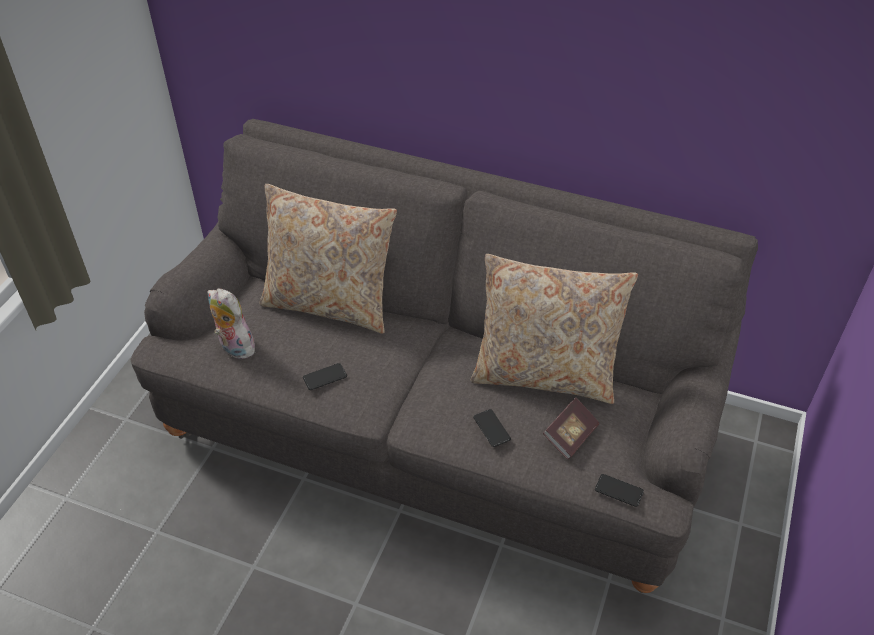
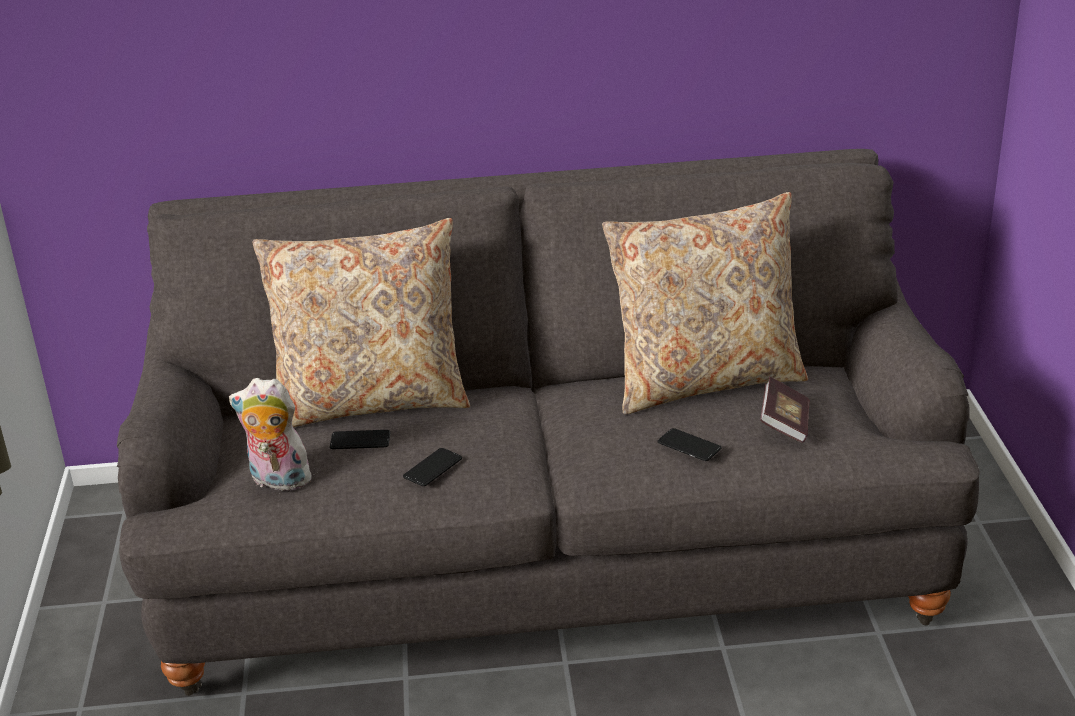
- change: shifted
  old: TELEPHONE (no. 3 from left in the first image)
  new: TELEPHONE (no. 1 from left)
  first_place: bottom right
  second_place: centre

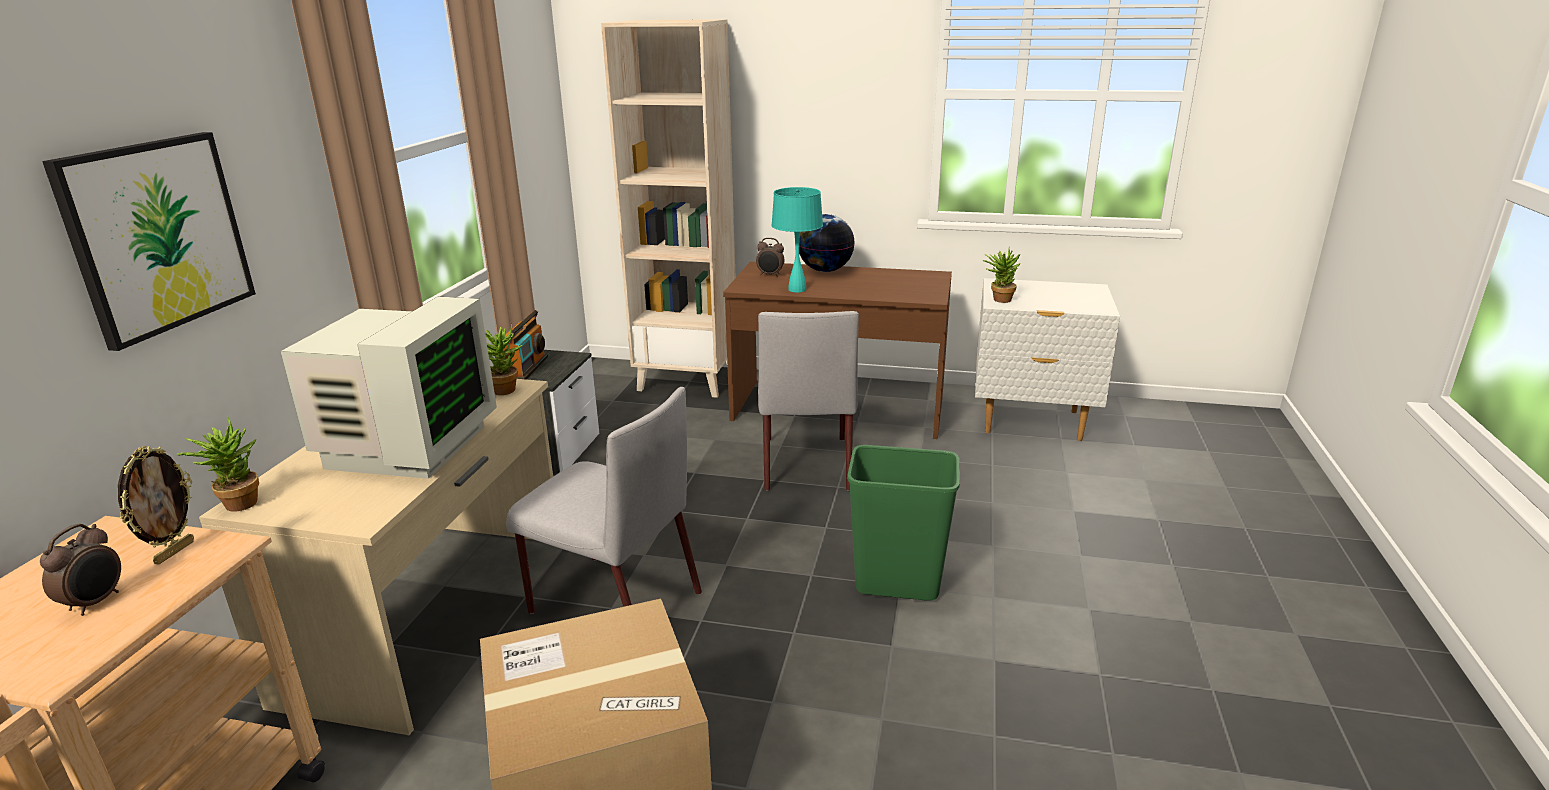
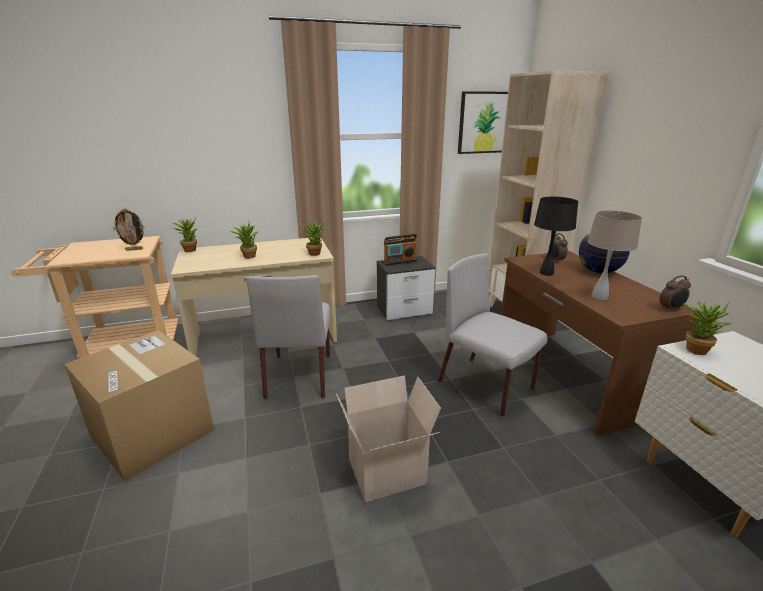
- change: shifted
  old: WALL PICTURE
  first_place: top left
  second_place: top centre
- change: repainted
  old: TURQUOISE-COLOURED TABLE LAMP
  new: BLACK TABLE LAMP
  first_place: top centre
  second_place: middle right
- change: swapped
  old: COMPUTER SCREEN
  new: PLANT IN A POT (no. 2 from left)
  first_place: middle left
  second_place: middle left
- change: rotated
  old: GREY CHAIR (no. 2 from left)
  first_place: centre
  second_place: centre
  degrees: 75
- change: swapped
  old: GREEN-COLOURED WASTE BIN
  new: CARTON (no. 2 from left)
  first_place: centre
  second_place: bottom centre
- change: shifted
  old: TABLE CLOCK (no. 1 from left in the first image)
  new: TABLE CLOCK (no. 2 from left)
  first_place: bottom left
  second_place: middle right
- change: new
  new: SAND-COLOURED TABLE LAMP
  second_place: middle right

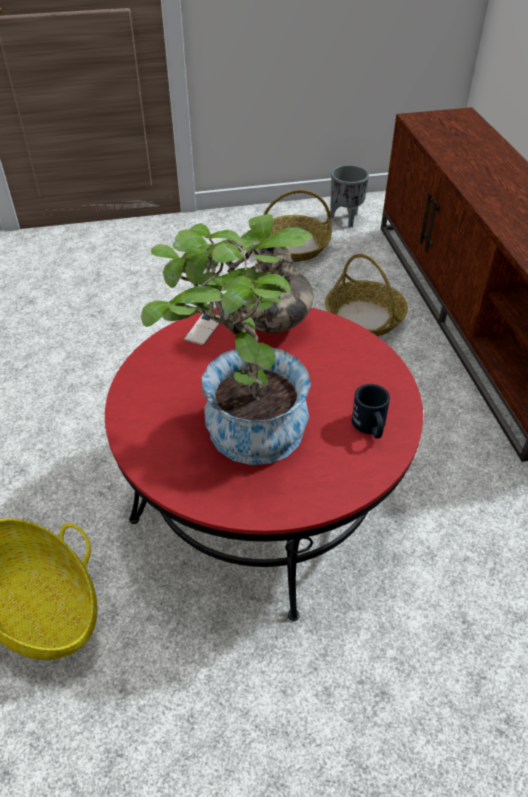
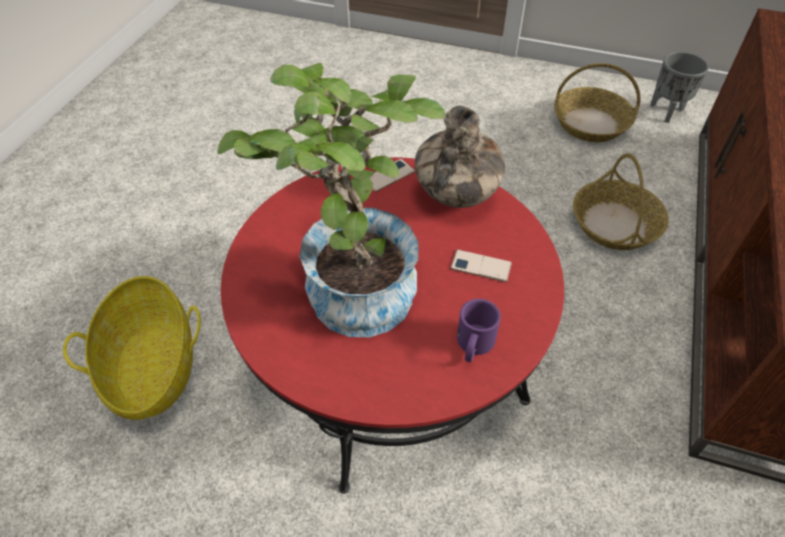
- change: repainted
  old: BLACK TEA MUG
  new: PURPLE TEA MUG
  first_place: middle right
  second_place: centre
- change: new
  new: TELEPHONE (no. 2 from left)
  second_place: centre

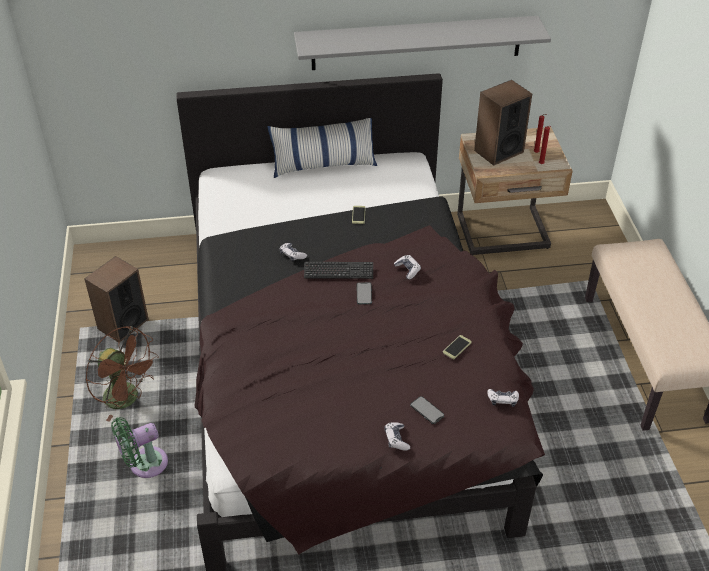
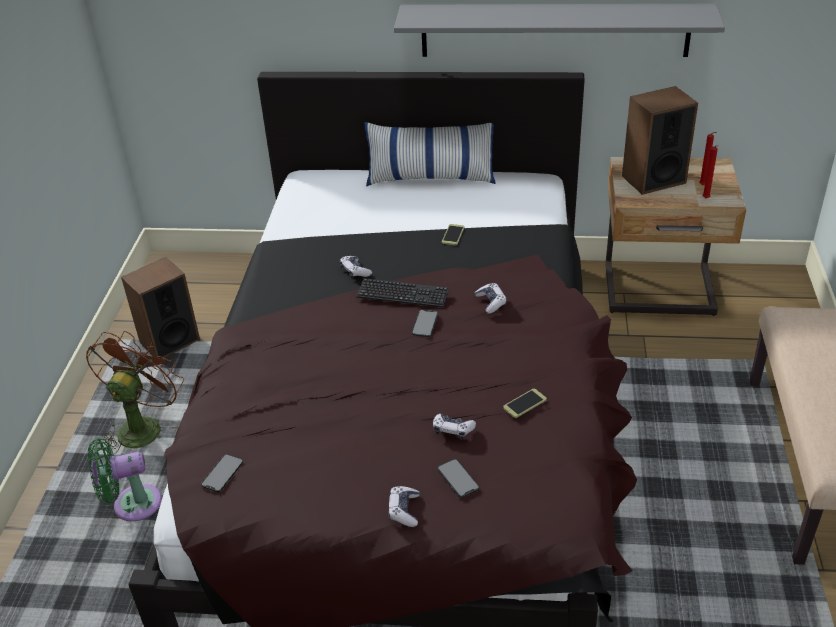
- change: rotated
  old: BROWN-COLOURED ELECTRIC FAN
  first_place: middle left
  second_place: middle left
  degrees: -120
- change: shifted
  old: GAME CONTROLLER (no. 4 from left in the first image)
  new: GAME CONTROLLER (no. 3 from left)
  first_place: bottom right
  second_place: bottom centre
- change: new
  new: TELEPHONE (no. 1 from left)
  second_place: bottom left

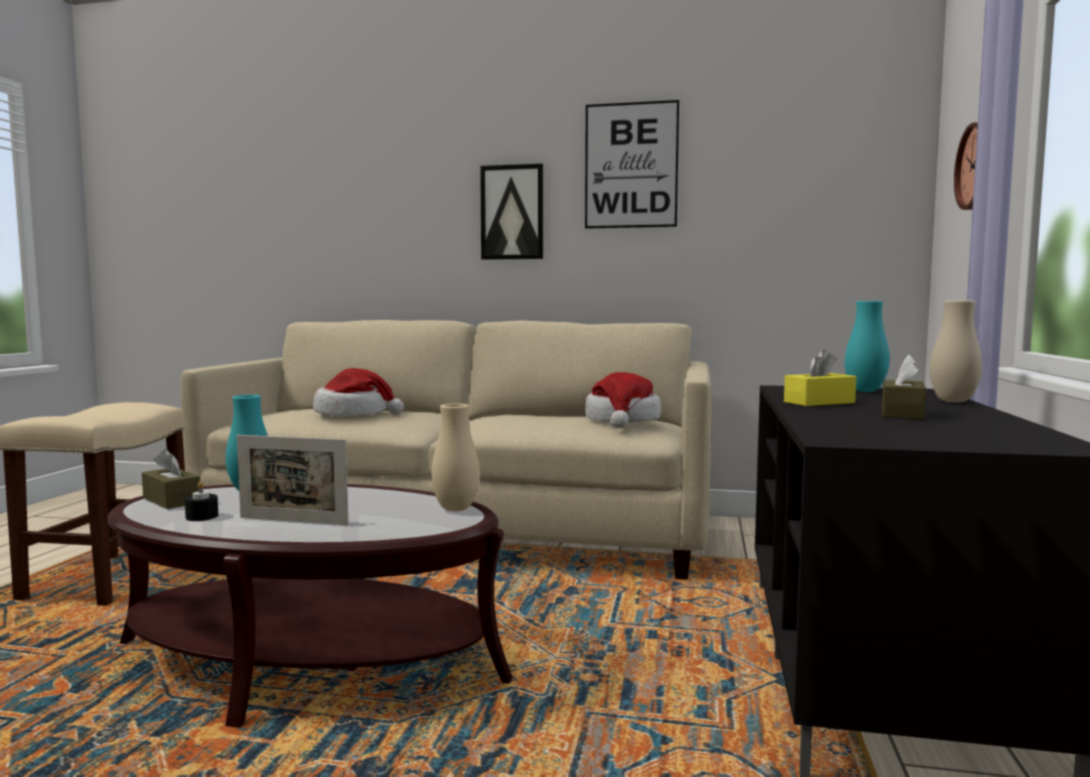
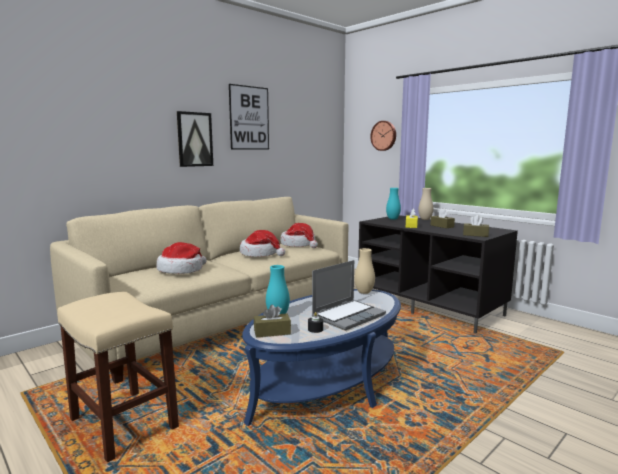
- change: swapped
  old: STANDING FRAME
  new: NOTEBOOK COMPUTER
  first_place: middle left
  second_place: centre
- change: repainted
  old: BROWN-COLOURED LOUNGE TABLE
  new: BLUISH LOUNGE TABLE
  first_place: bottom left
  second_place: bottom centre
- change: new
  new: BROWN-COLOURED TISSUE HOLDER (no. 3 from left)
  second_place: middle right
- change: new
  new: CLOTHING HAT (no. 2 from left)
  second_place: centre

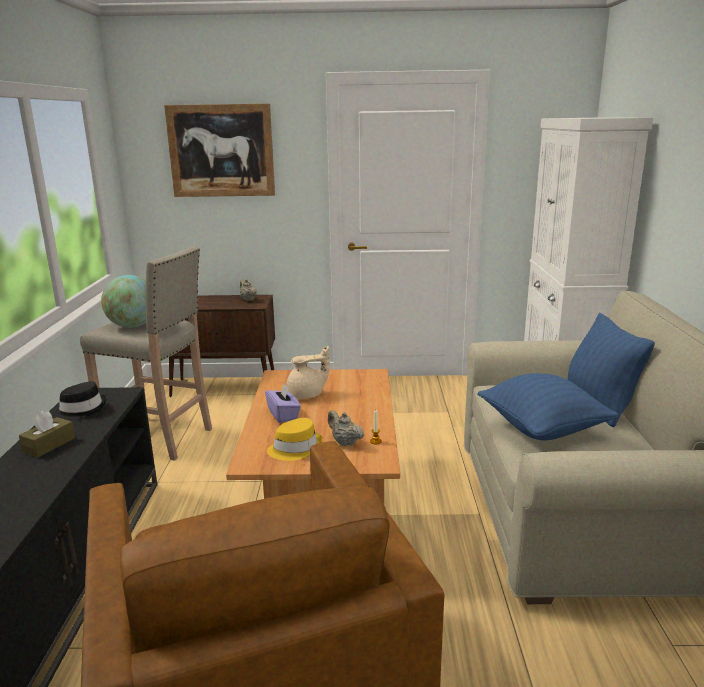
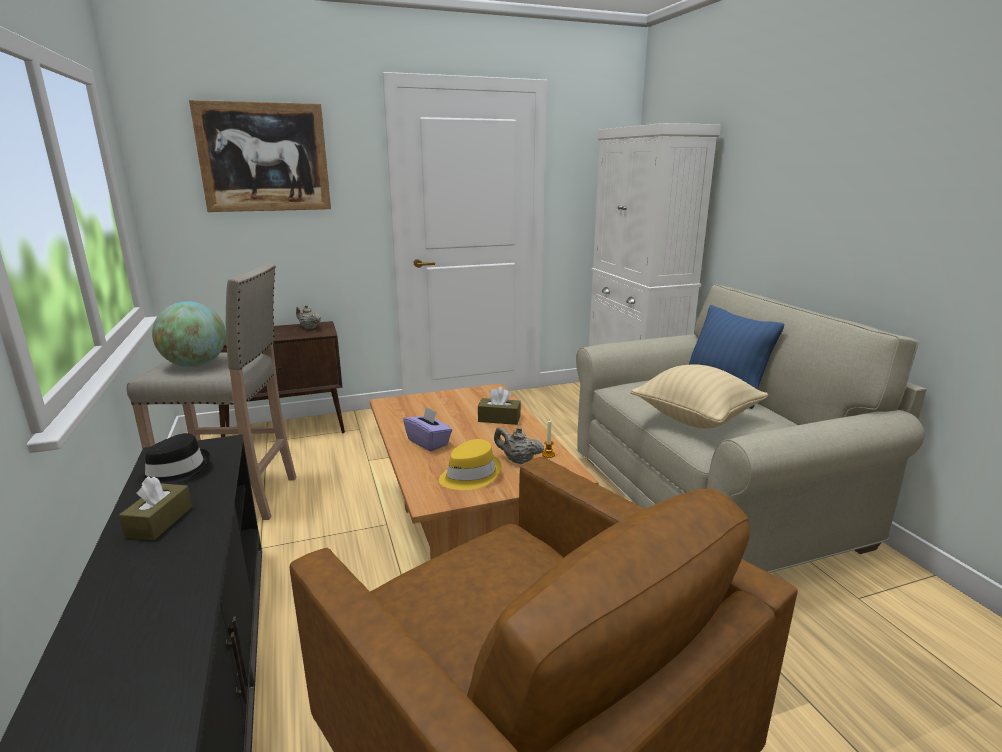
- change: gone
  old: SAND-COLOURED POT FOR TEA (no. 2 from left)
  first_place: centre
- change: repainted
  old: BLUISH PILLOW (no. 1 from left)
  new: SAND-COLOURED PILLOW
  first_place: middle right
  second_place: middle right
- change: new
  new: BROWN-COLOURED TISSUE HOLDER (no. 2 from left)
  second_place: centre

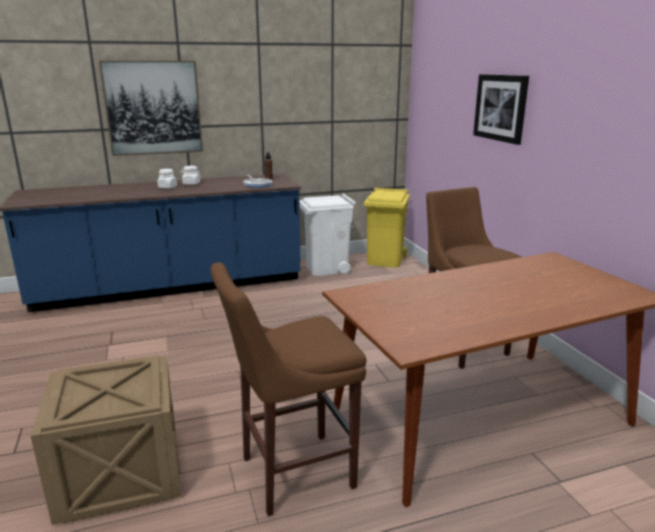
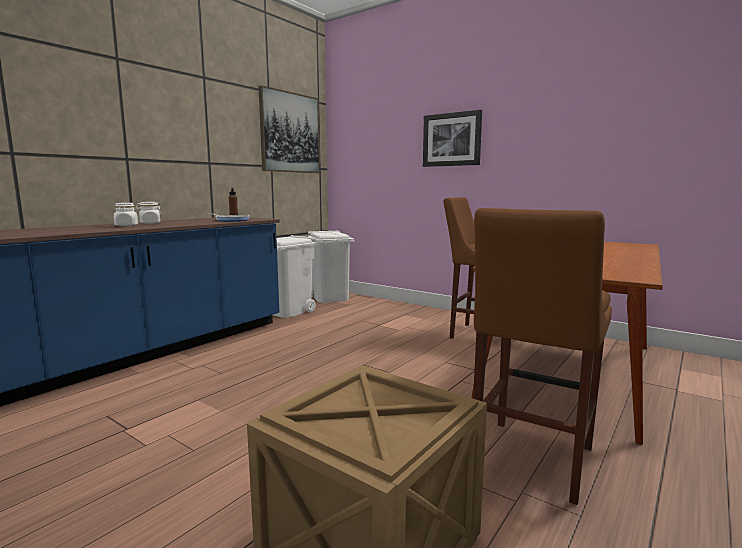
- change: shifted
  old: WALL PICTURE (no. 1 from left)
  first_place: top left
  second_place: top centre
- change: repainted
  old: YELLOWISH WASTE BIN
  new: WHITE-COLOURED WASTE BIN (no. 2 from left)
  first_place: centre
  second_place: centre

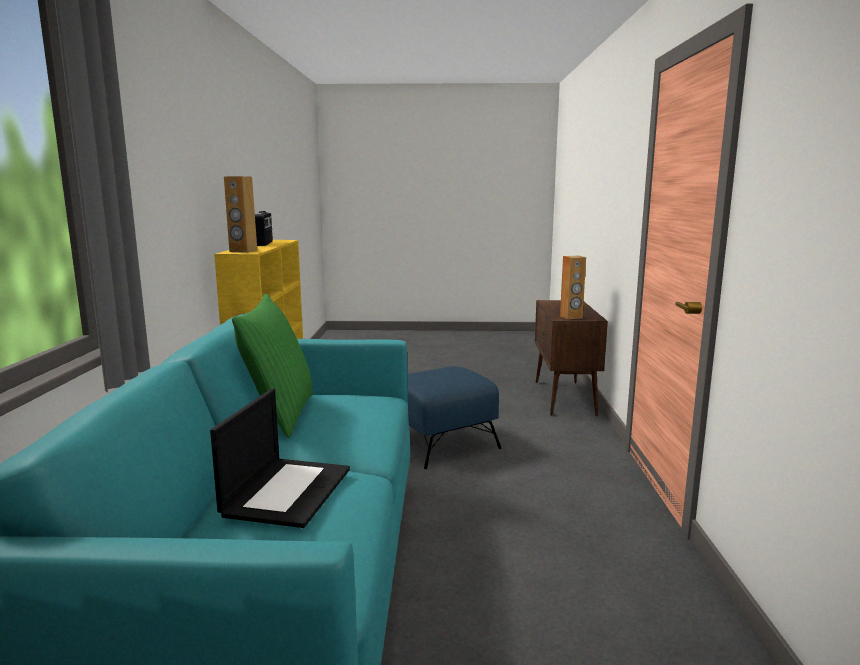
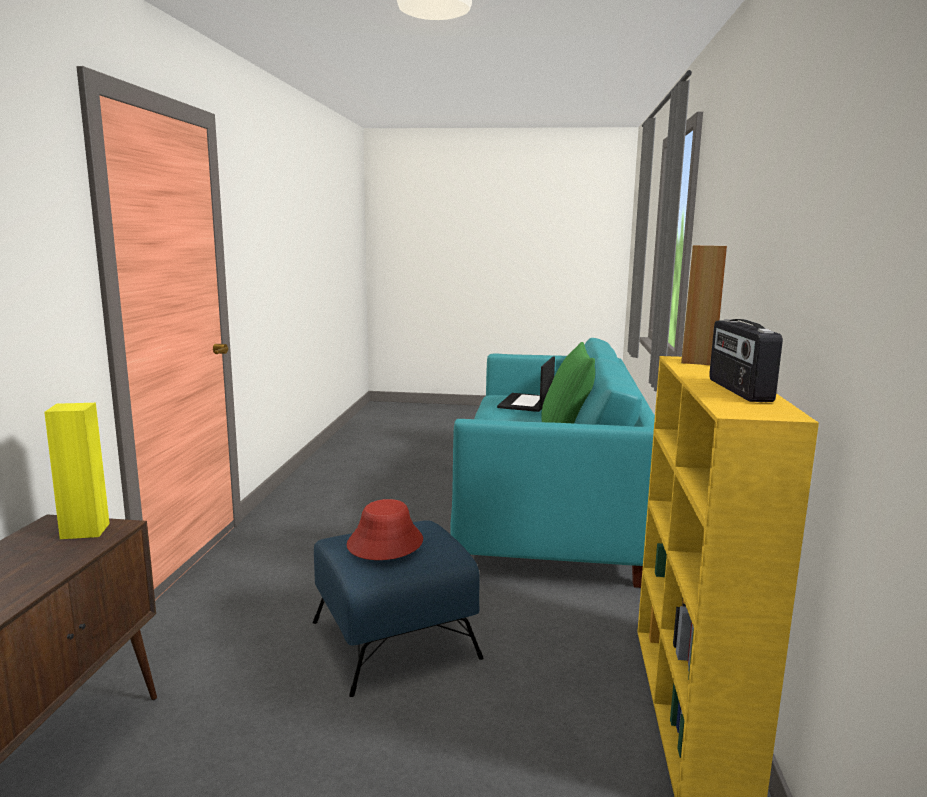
- change: repainted
  old: BROWN-COLOURED LOUDSPEAKER (no. 2 from left)
  new: YELLOWISH LOUDSPEAKER
  first_place: centre
  second_place: middle left
- change: new
  new: REDDISH CLOTHING HAT
  second_place: centre

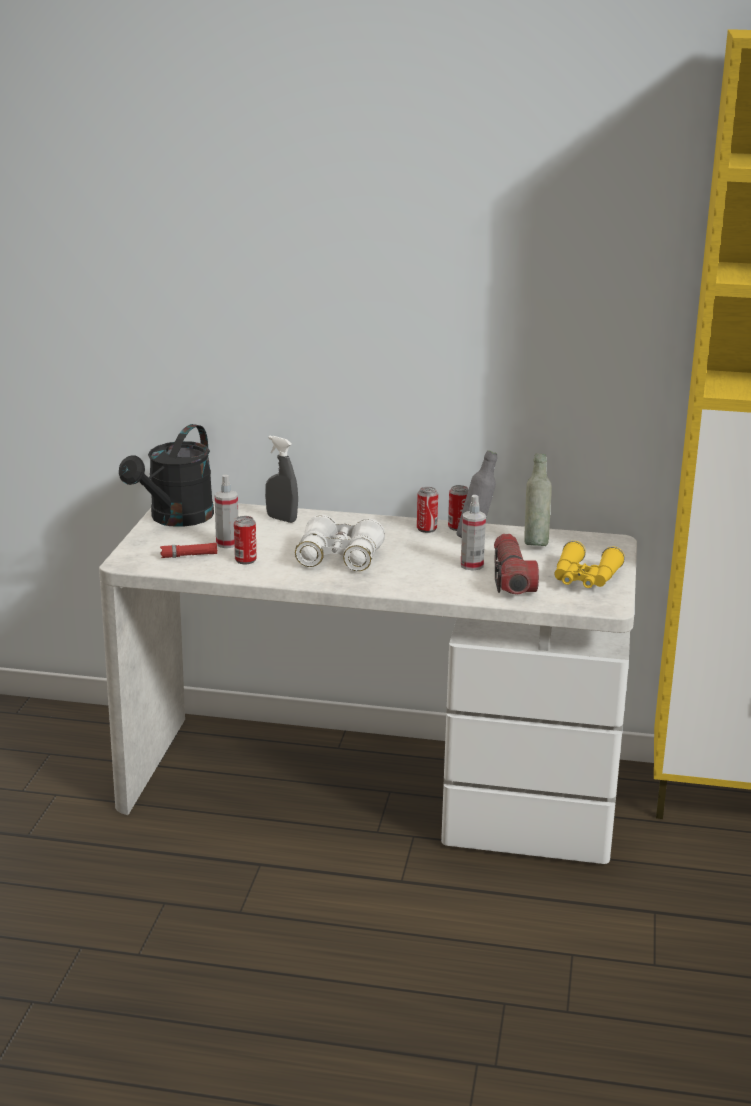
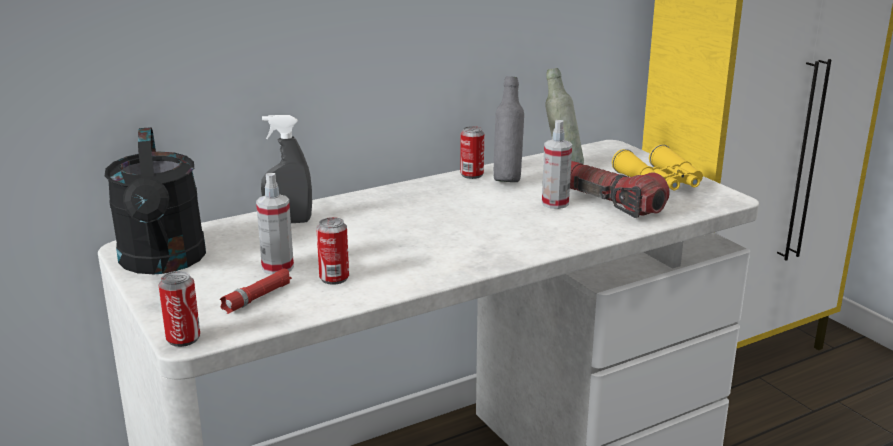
- change: shifted
  old: SEALED CAN (no. 2 from left in the first image)
  new: SEALED CAN (no. 1 from left)
  first_place: centre
  second_place: bottom left
- change: gone
  old: WHITE-COLOURED FIELD GLASSES
  first_place: centre

